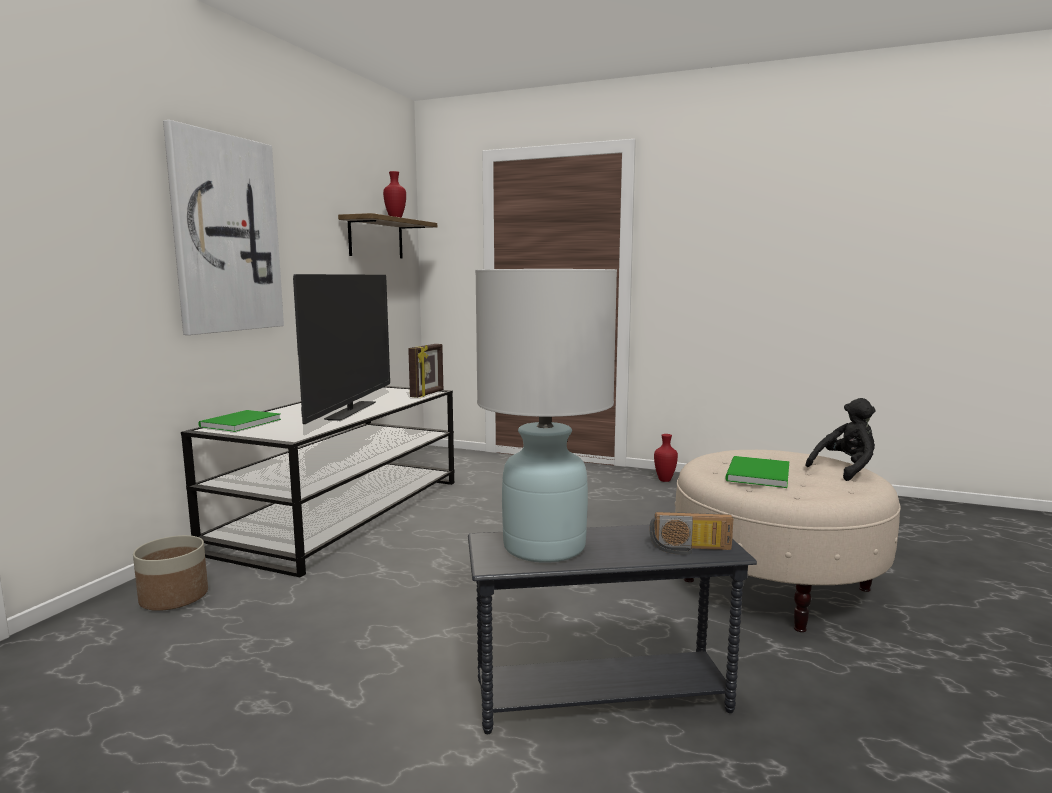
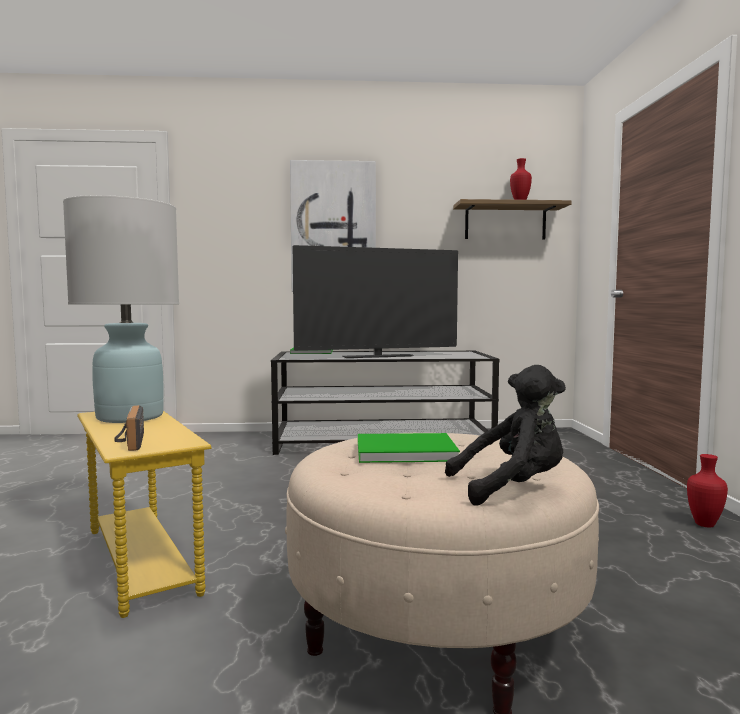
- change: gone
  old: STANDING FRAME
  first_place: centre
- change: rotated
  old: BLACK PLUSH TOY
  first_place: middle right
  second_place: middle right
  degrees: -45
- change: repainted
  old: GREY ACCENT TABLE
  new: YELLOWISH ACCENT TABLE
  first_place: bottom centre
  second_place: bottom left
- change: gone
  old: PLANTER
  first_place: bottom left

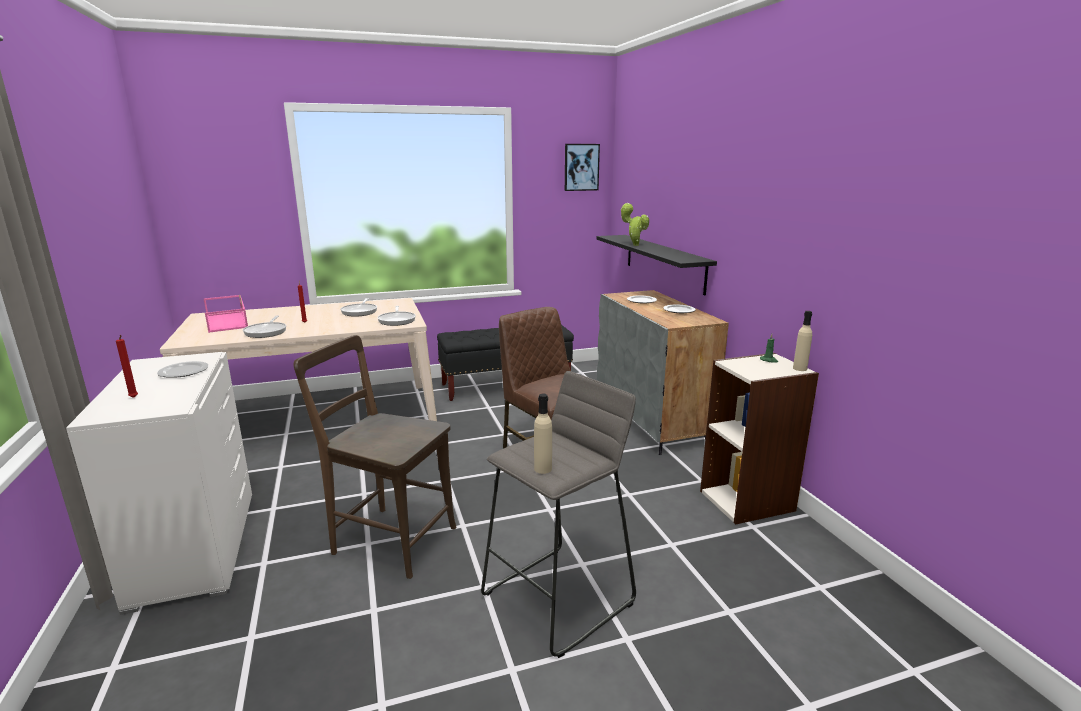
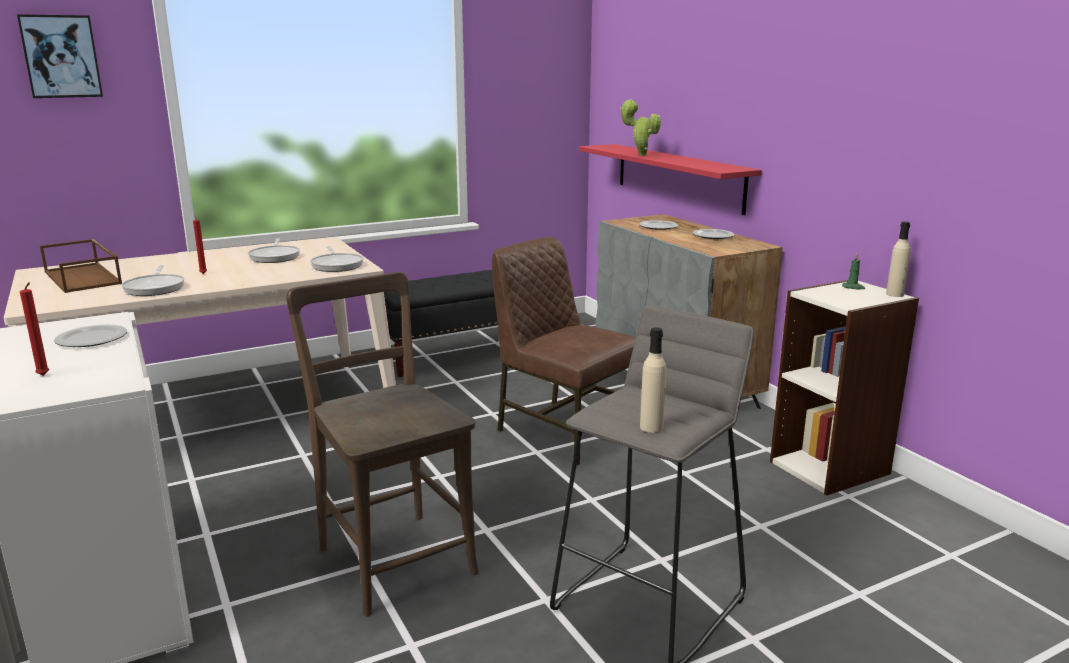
- change: shifted
  old: WALL PICTURE
  first_place: top centre
  second_place: top left
- change: repainted
  old: BLACK SHELF
  new: REDDISH SHELF
  first_place: centre
  second_place: top centre
- change: repainted
  old: PINK-COLOURED SERVING TRAY
  new: BROWN-COLOURED SERVING TRAY
  first_place: middle left
  second_place: middle left
- change: rotated
  old: BROWN-COLOURED CHAIR (no. 1 from left)
  first_place: centre
  second_place: bottom centre
  degrees: 45

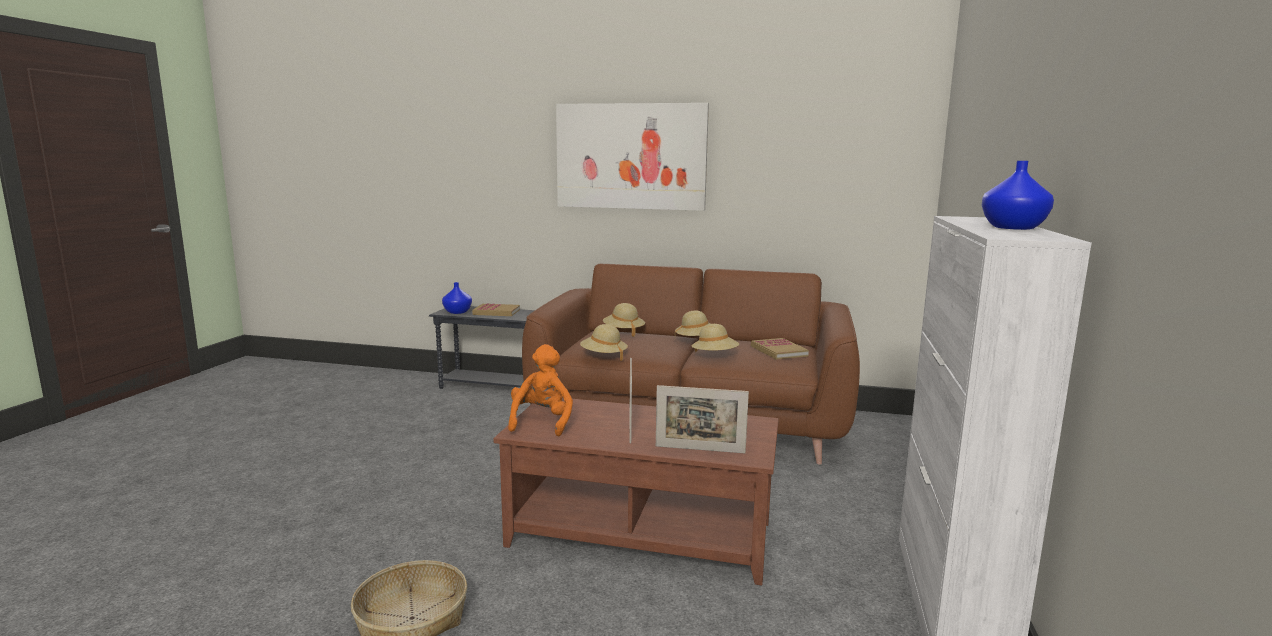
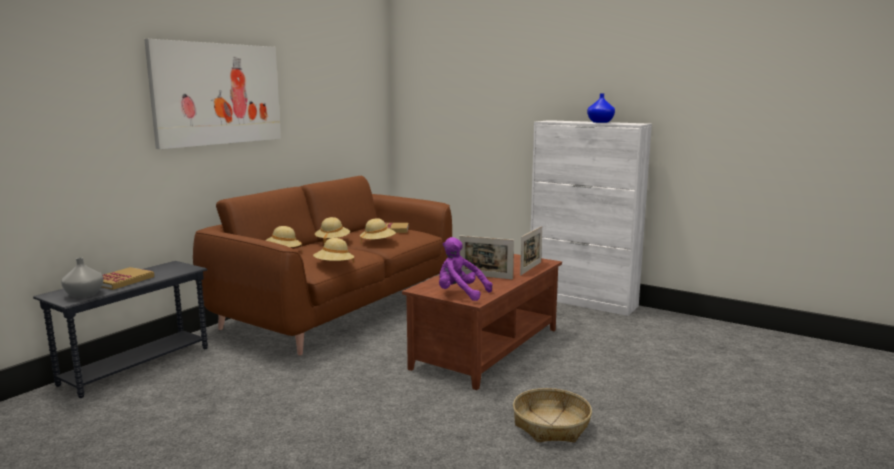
- change: repainted
  old: BLUISH VASE (no. 1 from left)
  new: GREY VASE
  first_place: centre
  second_place: middle left
- change: repainted
  old: ORANGE-COLOURED PLUSH TOY
  new: PURPLE PLUSH TOY
  first_place: centre
  second_place: centre

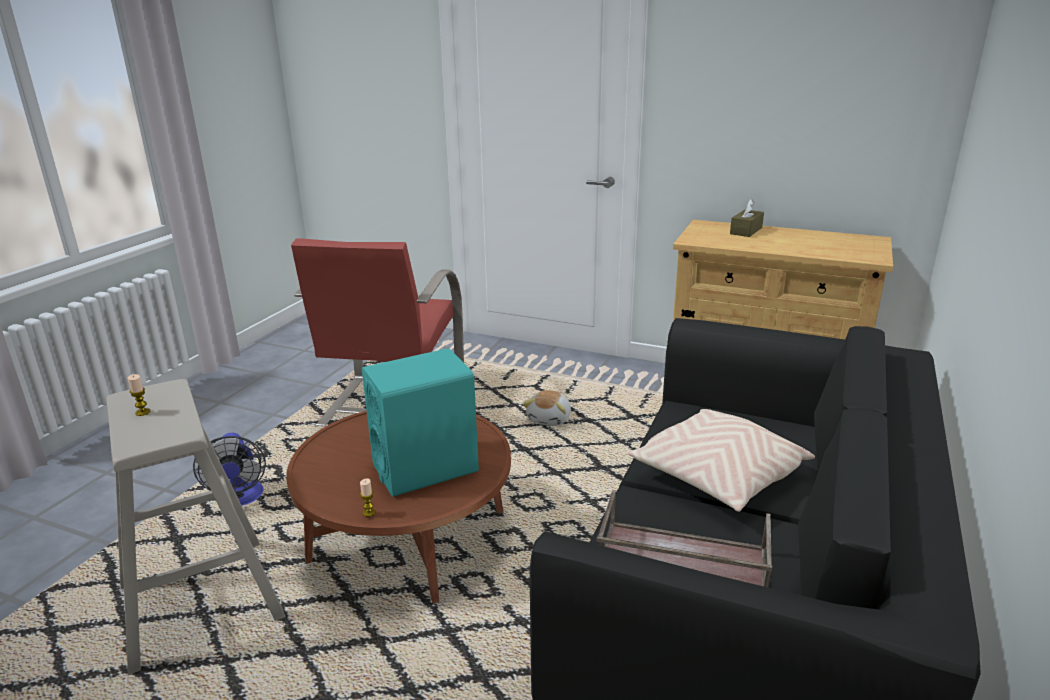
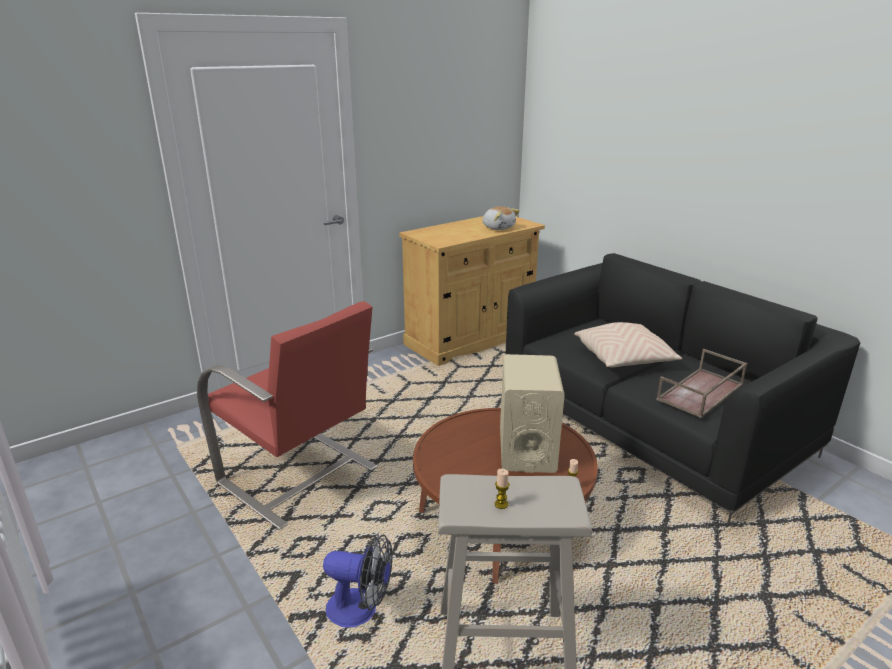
- change: gone
  old: BROWN-COLOURED TISSUE HOLDER
  first_place: top right
- change: repainted
  old: TURQUOISE-COLOURED LOUDSPEAKER
  new: SAND-COLOURED LOUDSPEAKER
  first_place: centre
  second_place: centre
- change: shifted
  old: PLUSH TOY
  first_place: centre
  second_place: top centre

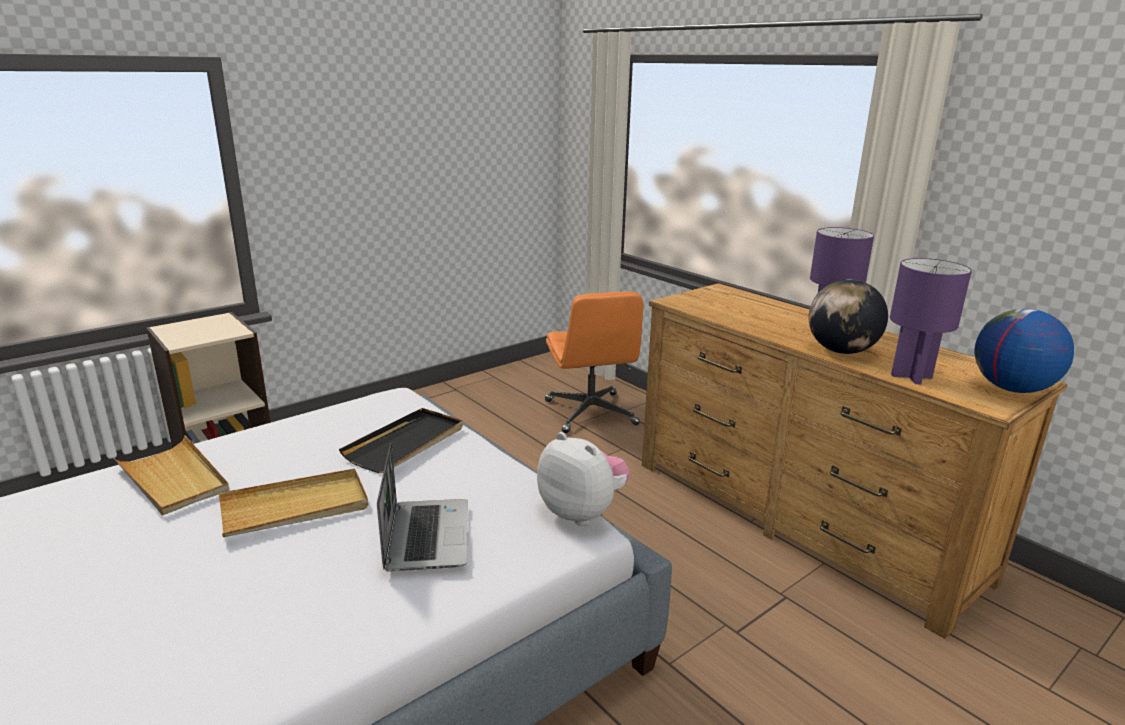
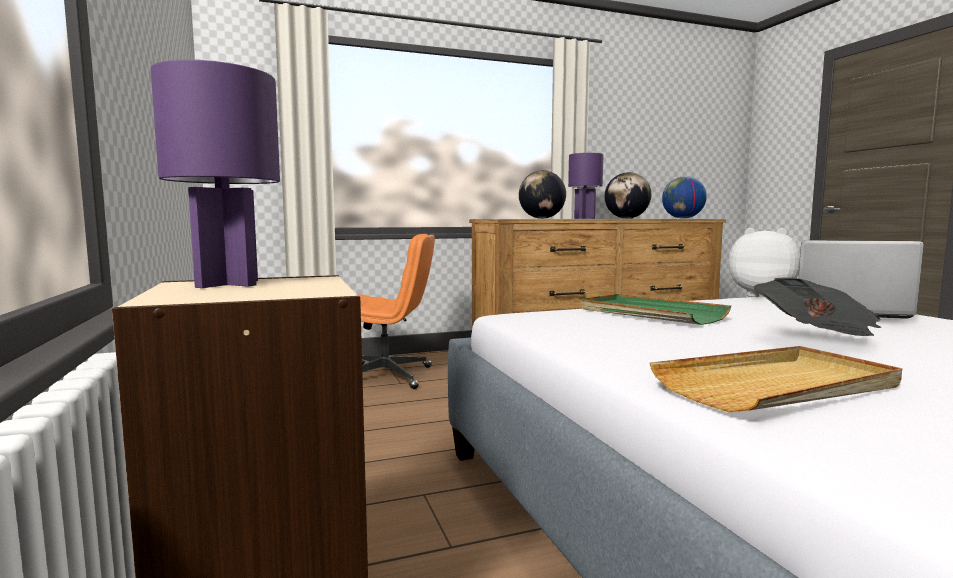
- change: shifted
  old: PURPLE TABLE LAMP (no. 2 from left in the first image)
  new: PURPLE TABLE LAMP (no. 1 from left)
  first_place: middle right
  second_place: top left
- change: repainted
  old: BLACK SERVING TRAY
  new: GREEN-COLOURED SERVING TRAY
  first_place: centre
  second_place: middle right
- change: rotated
  old: PLUSH TOY
  first_place: centre
  second_place: middle right
  degrees: 60
- change: swapped
  old: SAND-COLOURED SERVING TRAY (no. 2 from left)
  new: PRINTED PAPER
  first_place: bottom left
  second_place: middle right
- change: new
  new: WORLD GLOBE (no. 1 from left)
  second_place: centre

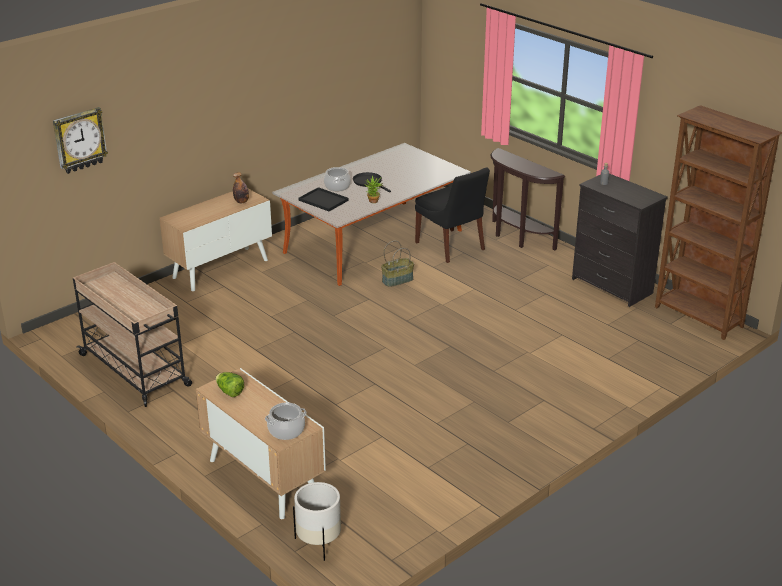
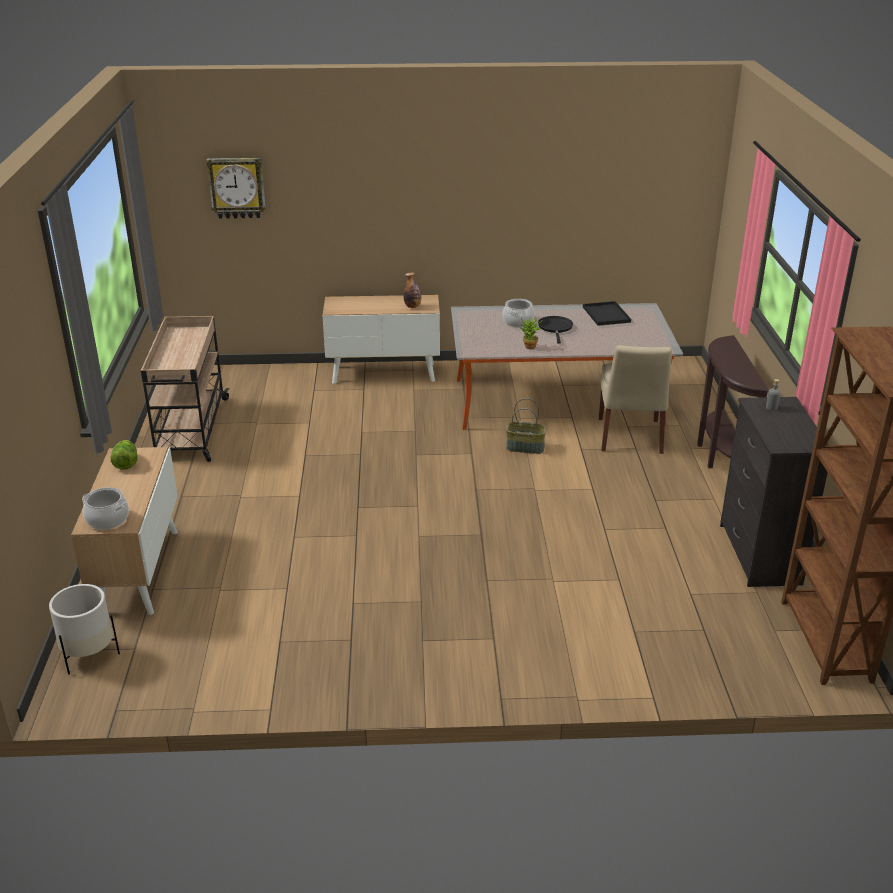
- change: repainted
  old: BLACK CHAIR
  new: SAND-COLOURED CHAIR
  first_place: centre
  second_place: middle right
- change: shifted
  old: BLACK SERVING TRAY
  first_place: centre
  second_place: middle right

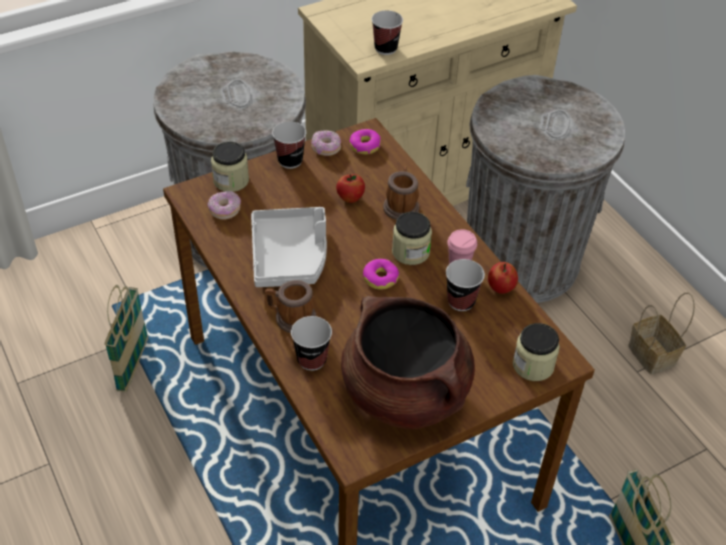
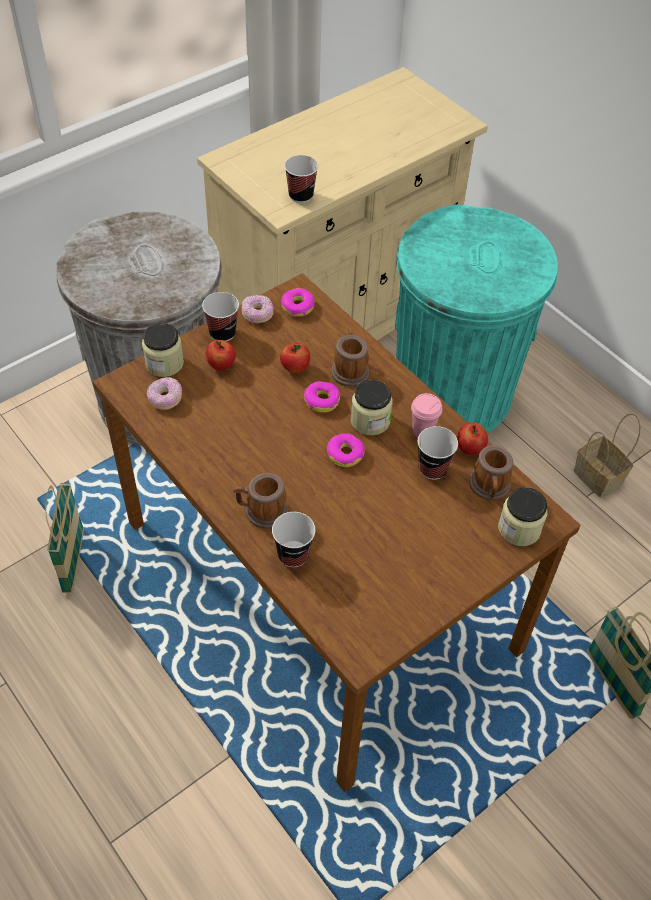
- change: repainted
  old: GREY WASTE BIN (no. 2 from left)
  new: TURQUOISE-COLOURED WASTE BIN
  first_place: middle right
  second_place: middle right
- change: gone
  old: GREY SERVING TRAY
  first_place: centre
- change: gone
  old: BROWN-COLOURED COOKING POT
  first_place: centre
- change: new
  new: APPLE FRUIT (no. 1 from left)
  second_place: centre
- change: new
  new: DONUT (no. 4 from left)
  second_place: centre
- change: new
  new: TEA MUG (no. 3 from left)
  second_place: middle right

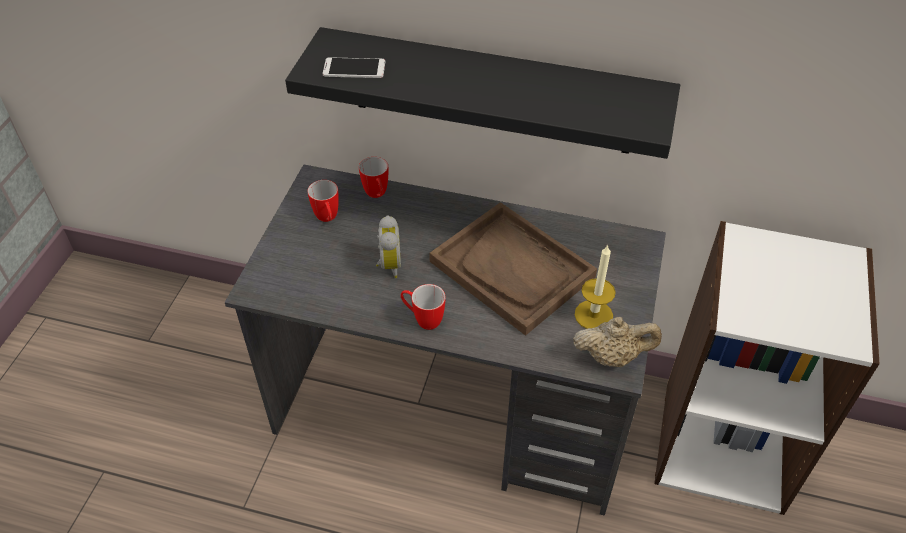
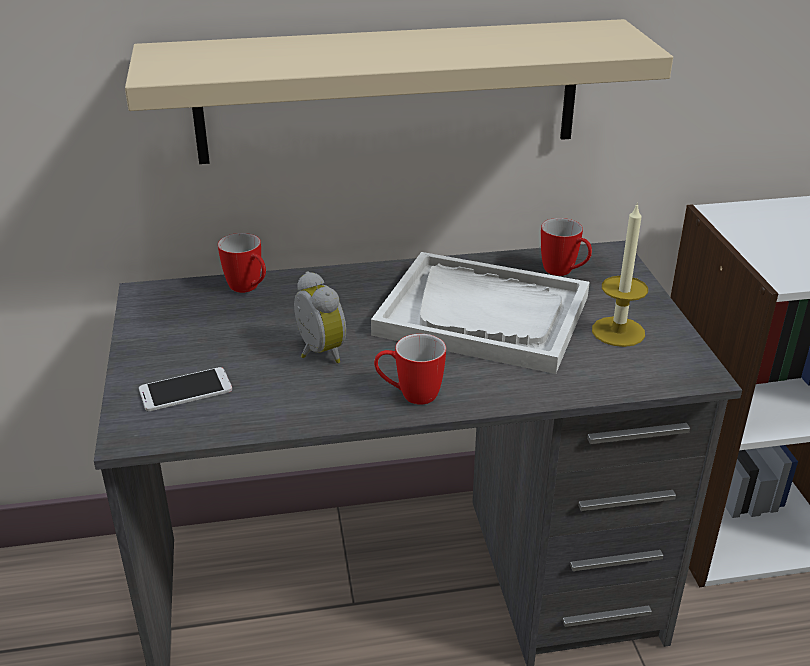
- change: repainted
  old: BLACK SHELF
  new: SAND-COLOURED SHELF
  first_place: top centre
  second_place: top centre
- change: shifted
  old: TELEPHONE
  first_place: top centre
  second_place: middle left
- change: shifted
  old: TEA MUG (no. 1 from left in the first image)
  new: TEA MUG (no. 3 from left)
  first_place: centre
  second_place: middle right
- change: repainted
  old: BROWN-COLOURED SERVING TRAY
  new: WHITE-COLOURED SERVING TRAY
  first_place: centre
  second_place: centre
- change: gone
  old: SAND-COLOURED POT FOR TEA
  first_place: middle right

